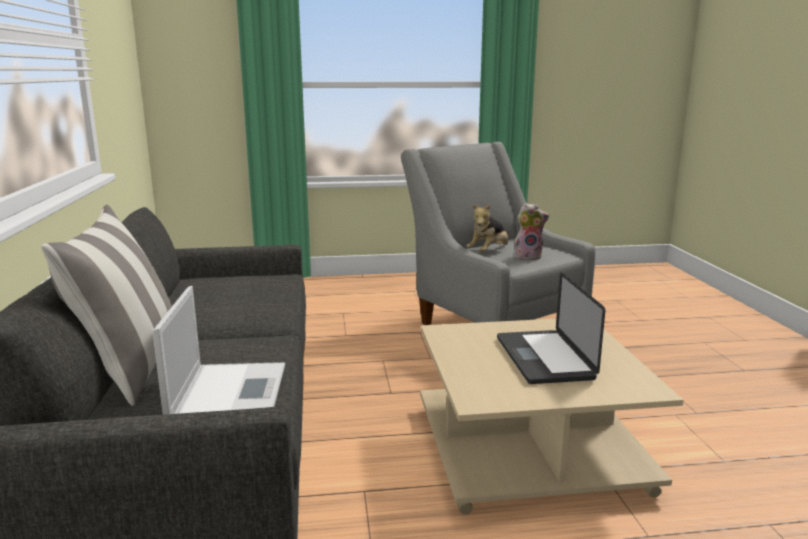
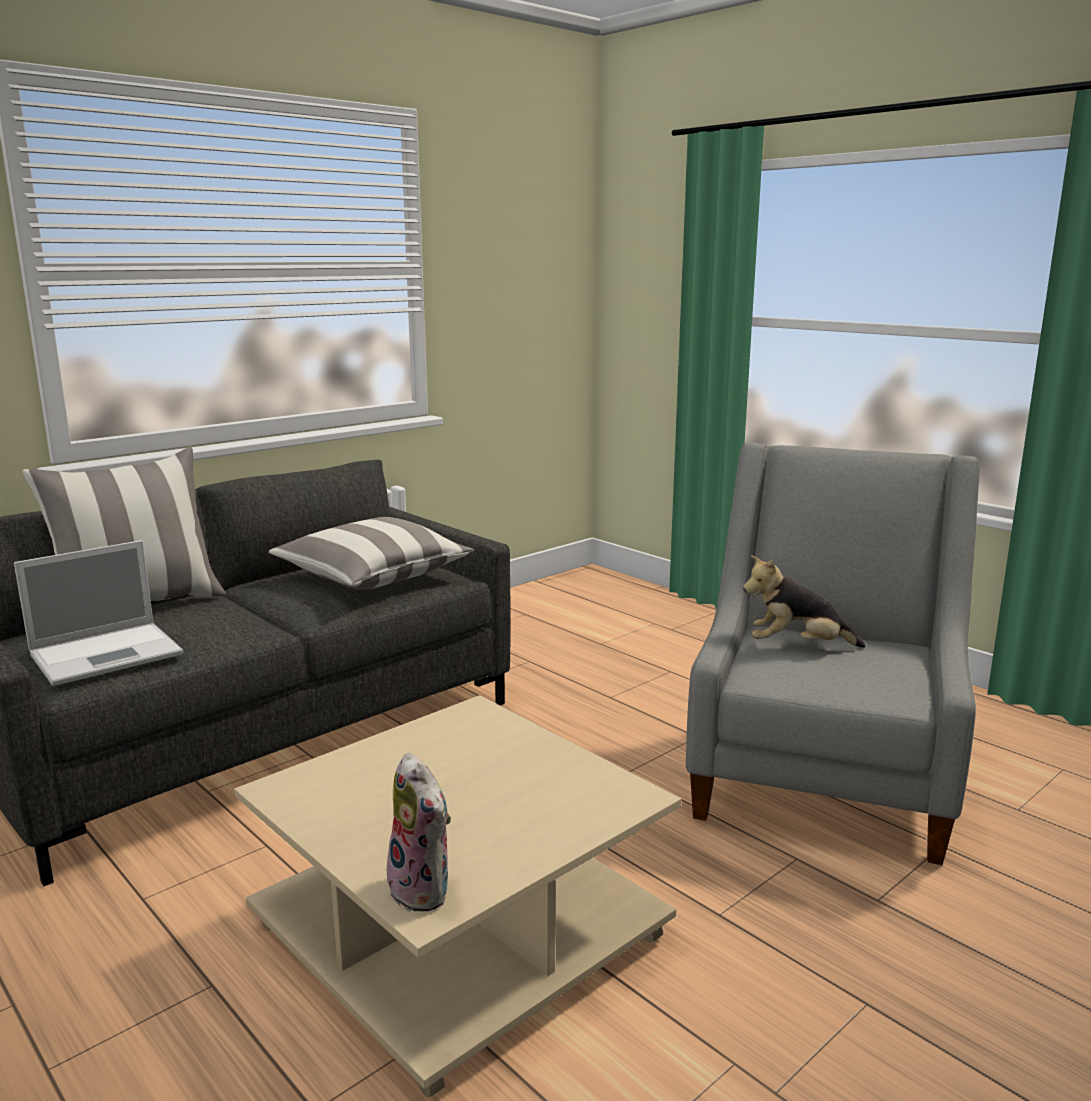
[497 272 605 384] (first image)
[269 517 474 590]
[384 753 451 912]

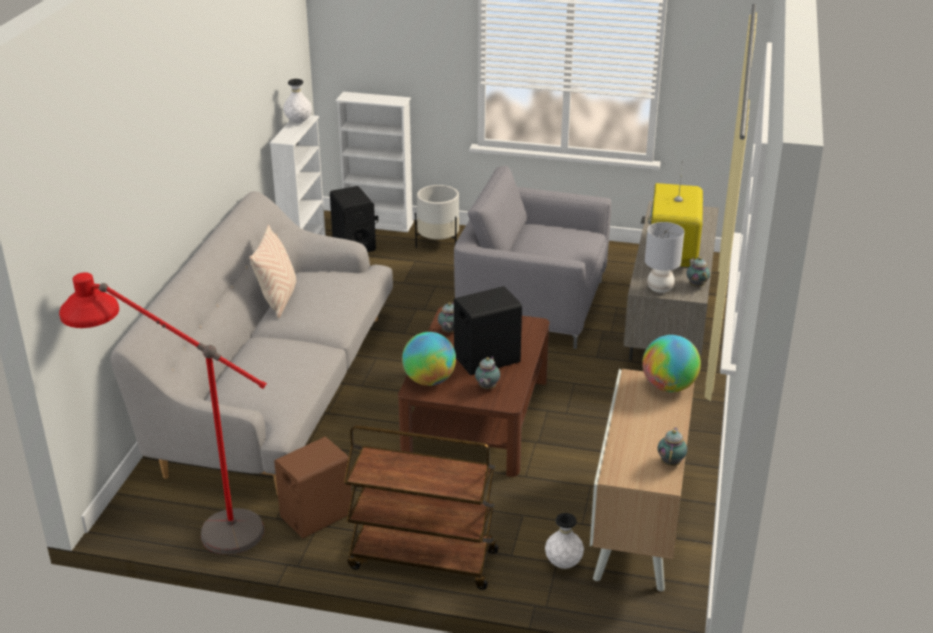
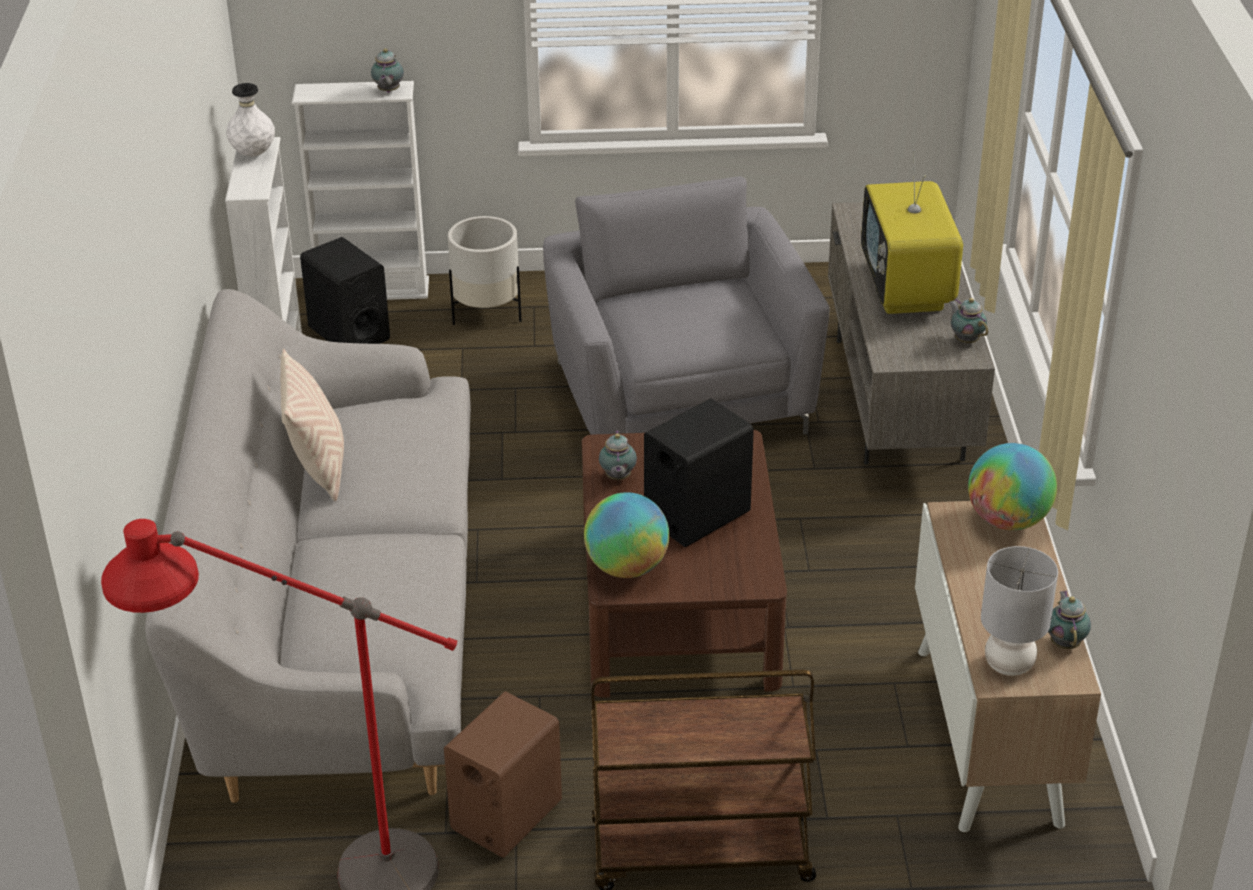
[545 513 584 569] (first image)
[371 48 404 93]
[981 546 1058 676]
[543 176 830 435]

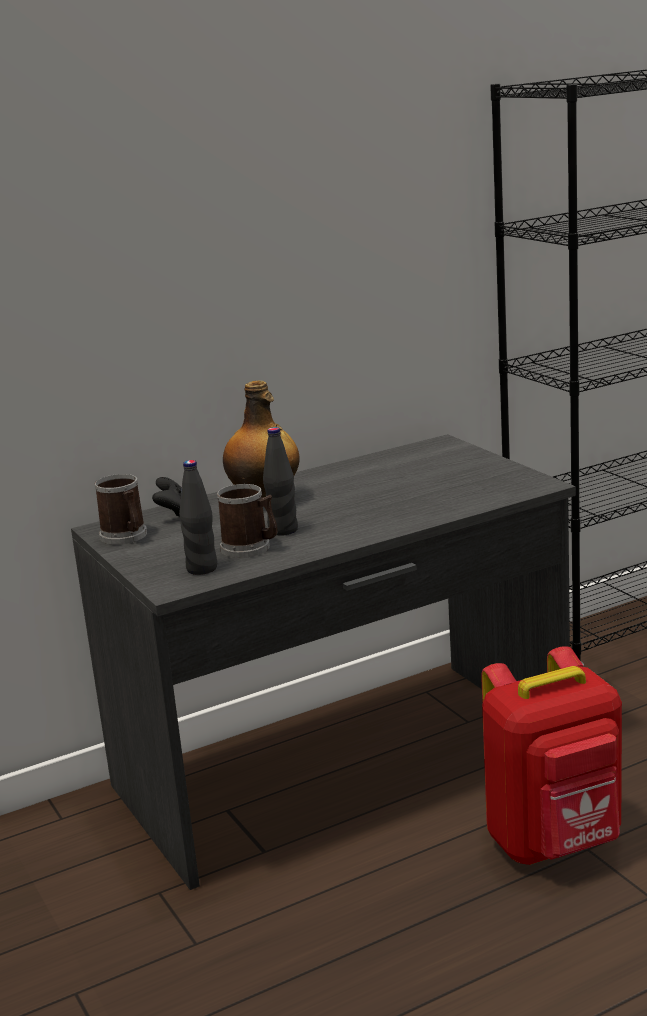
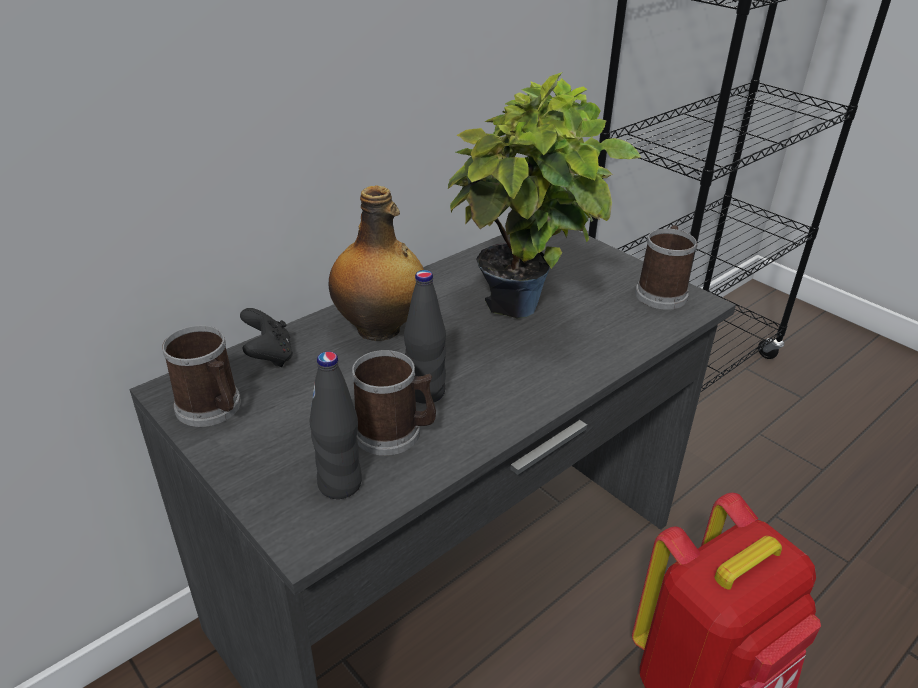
[448 72 641 319]
[635 225 698 310]

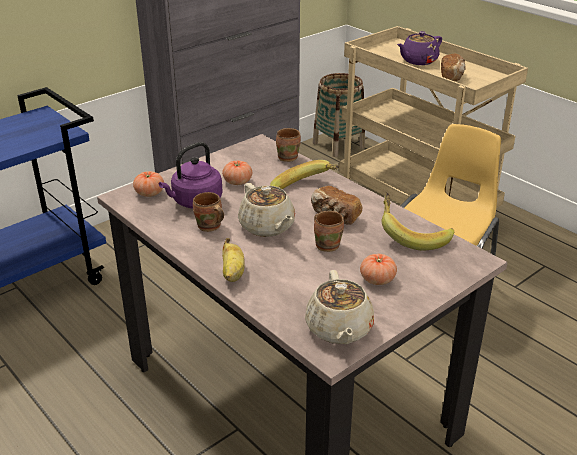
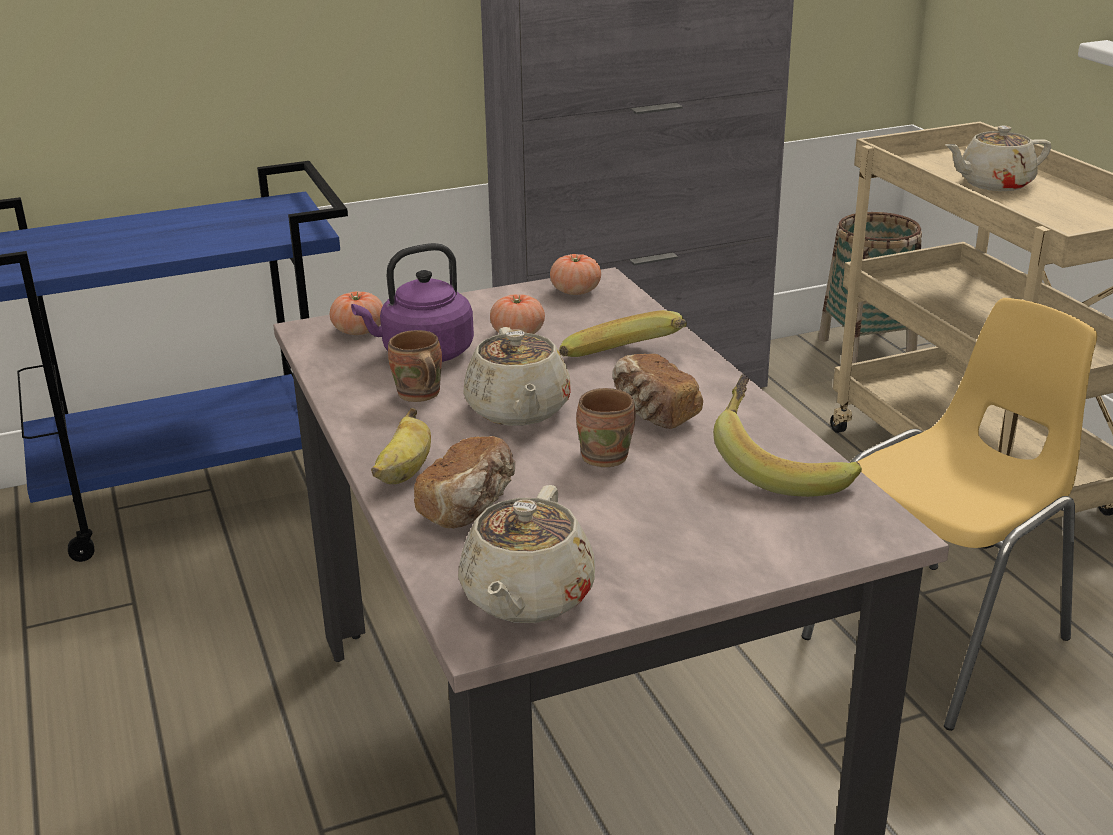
[276 128 301 162] (first image)
[550 254 601 295]
[414 436 516 528]
[945 126 1051 191]

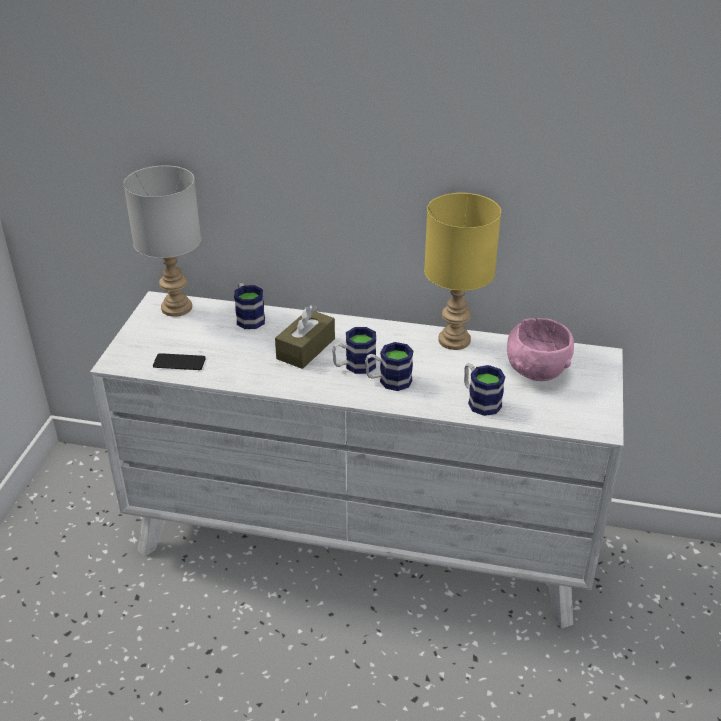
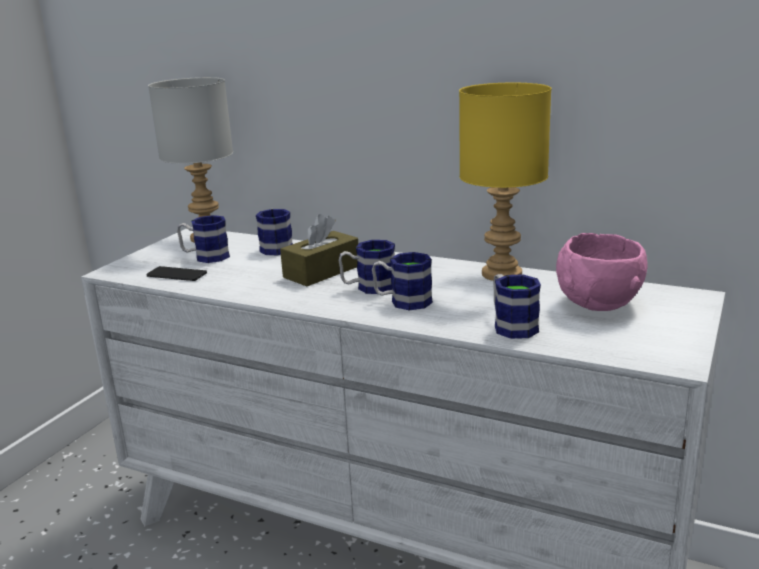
[177 215 230 263]

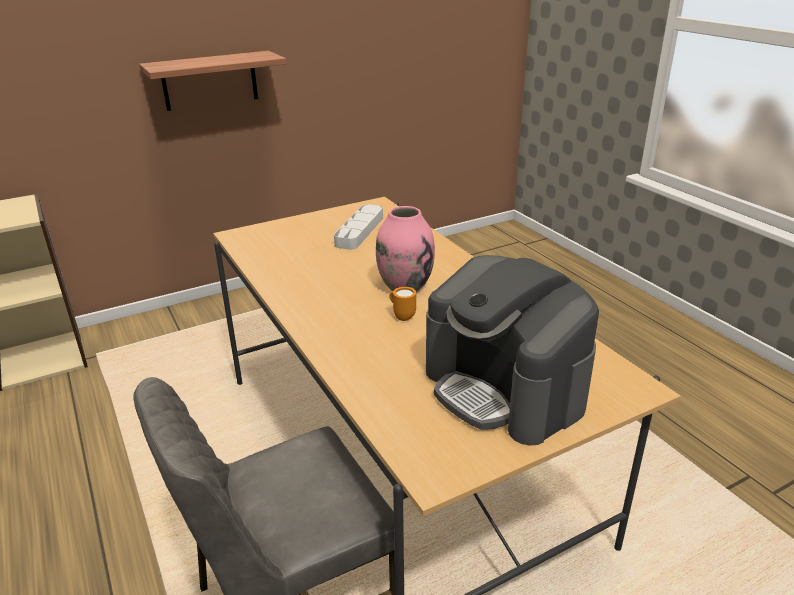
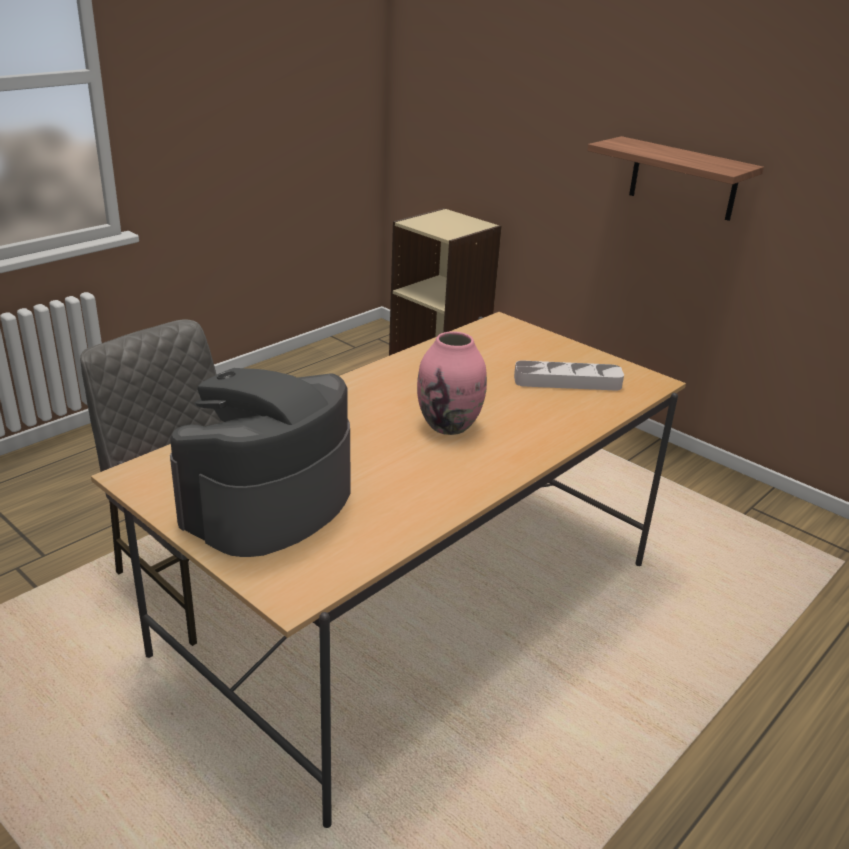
[389 287 416 321] (first image)

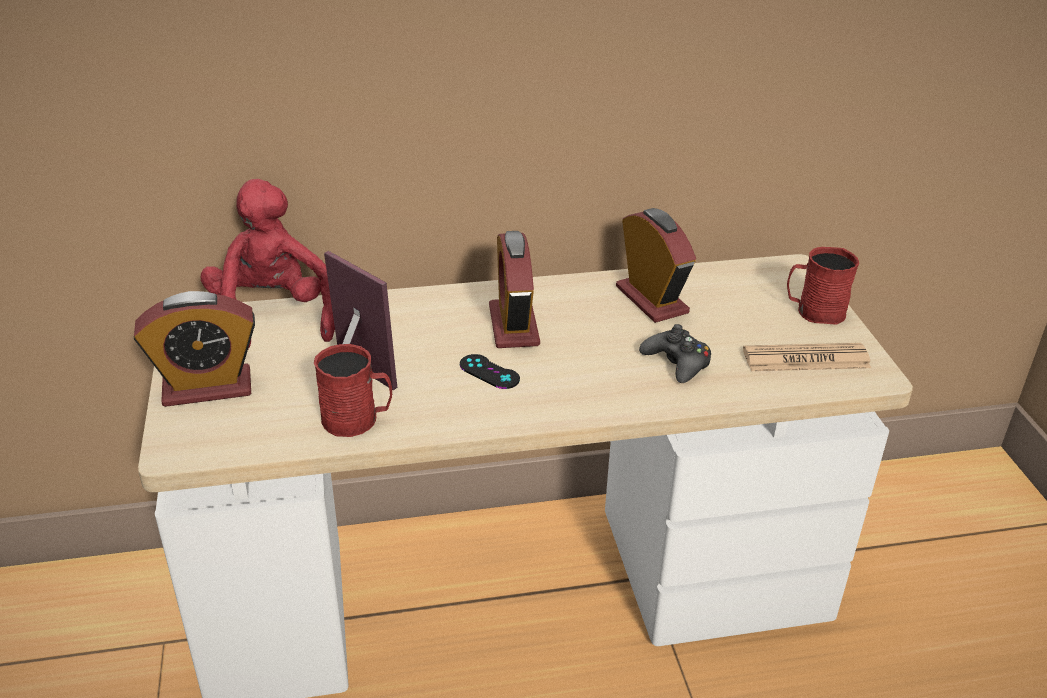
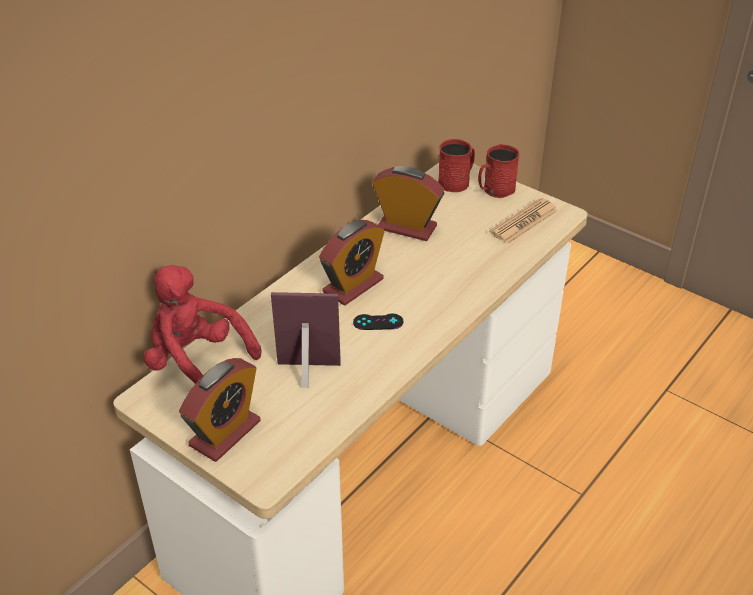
[639 324 711 383] (first image)
[438 139 475 192]
[319 220 385 306]

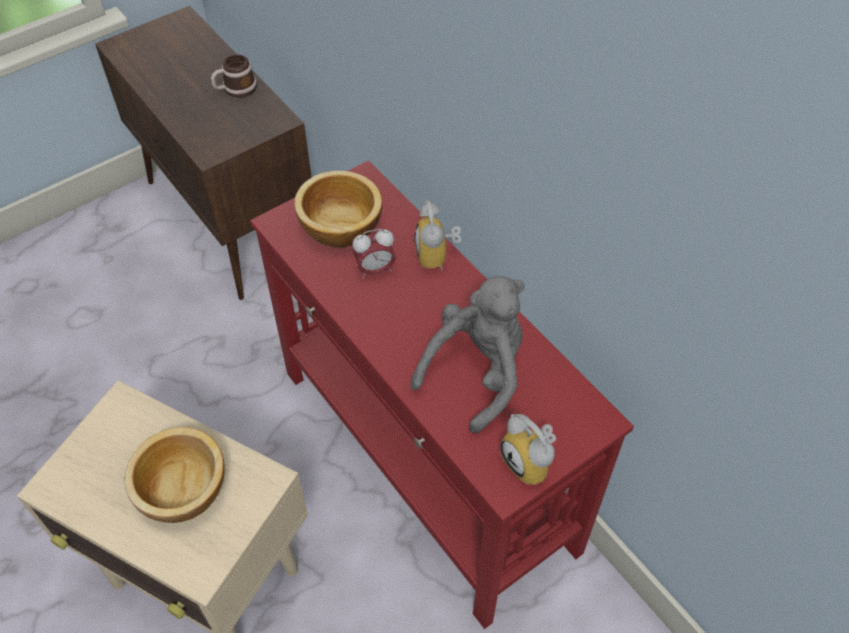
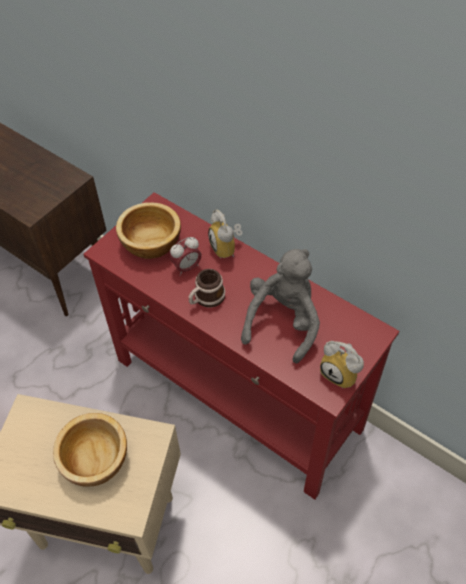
[189 269 225 308]

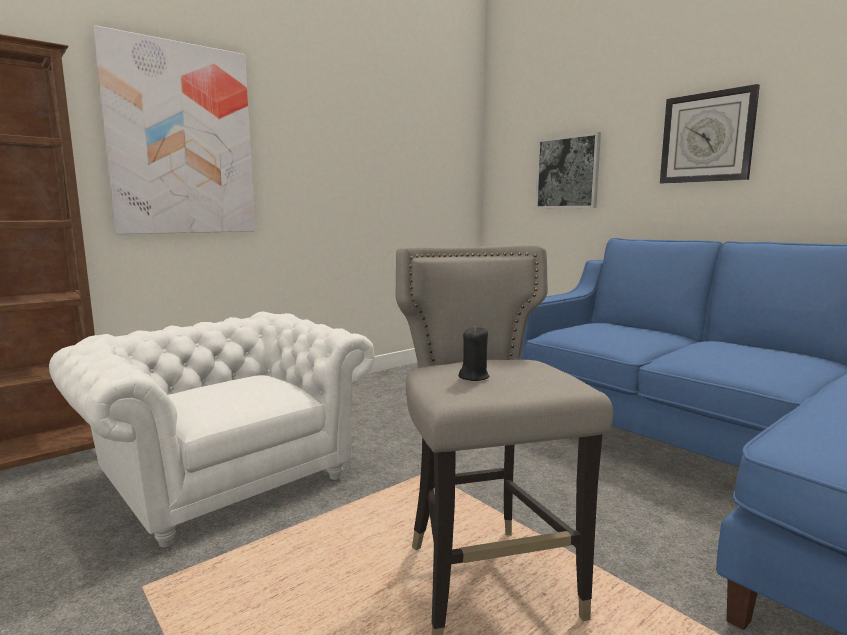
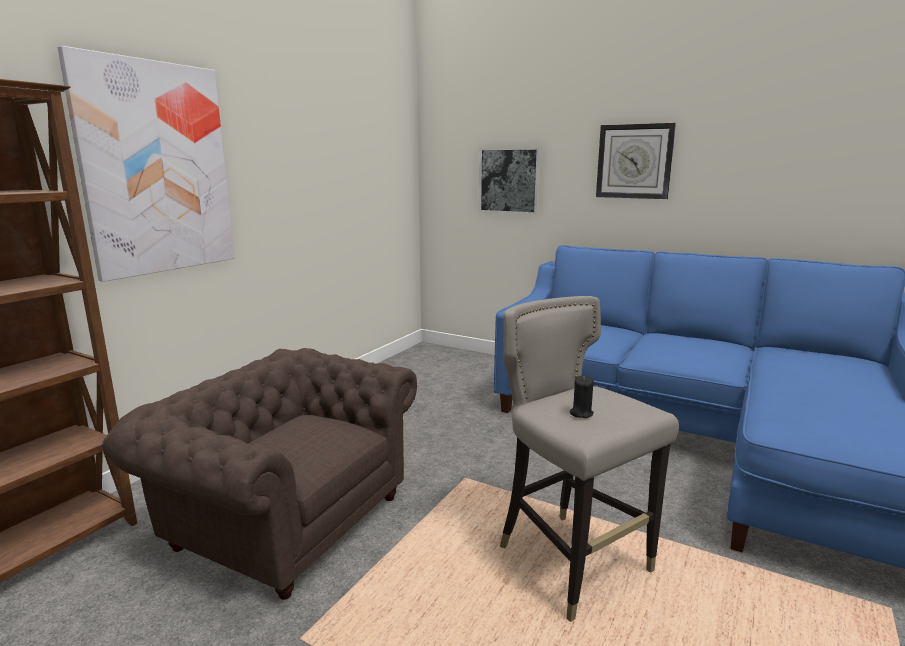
[102 348 417 600]

